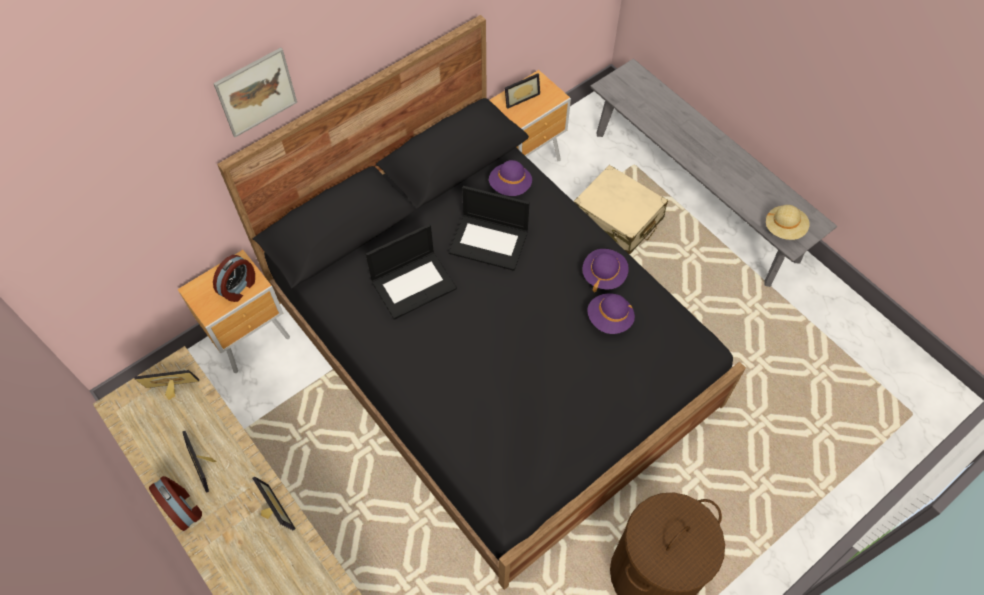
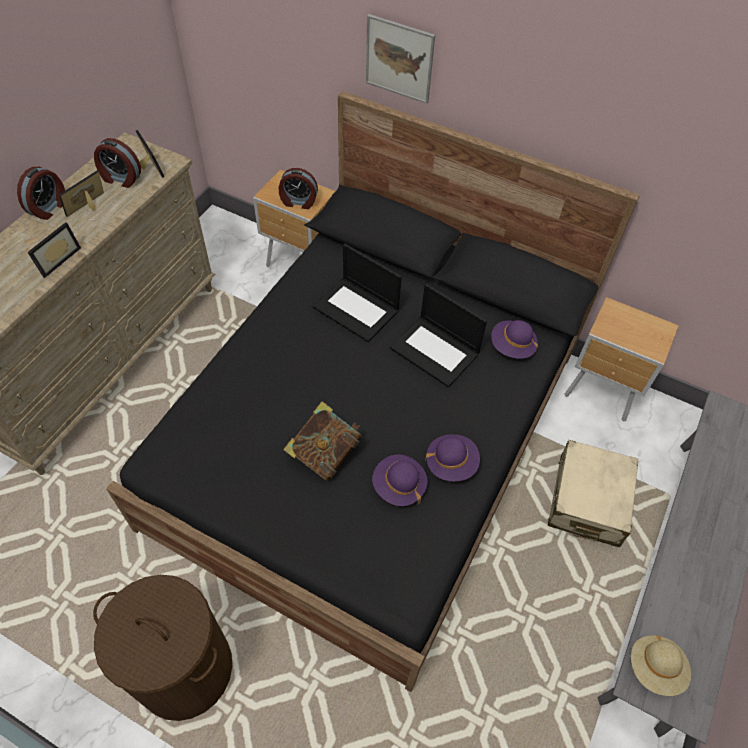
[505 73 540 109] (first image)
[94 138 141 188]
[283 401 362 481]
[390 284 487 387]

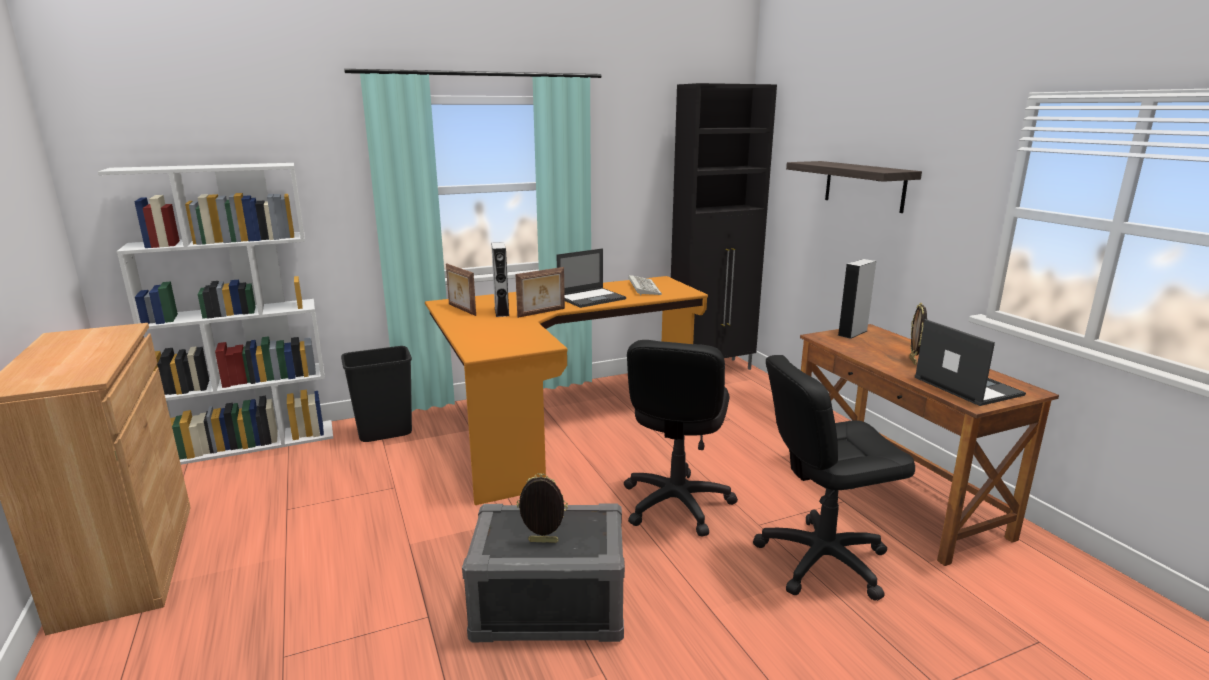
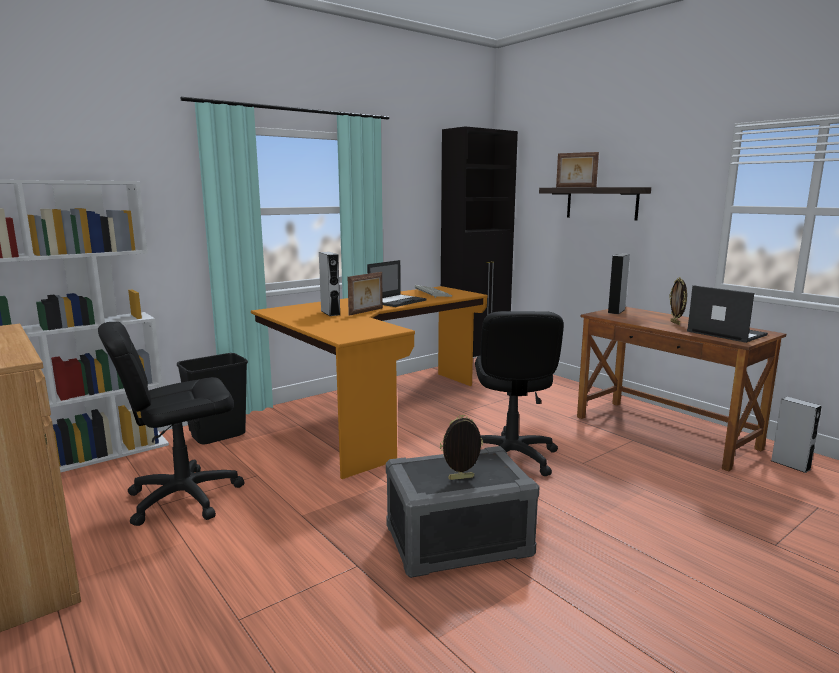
[771 397 822 473]
[556 152 599 187]
[98 322 244 526]

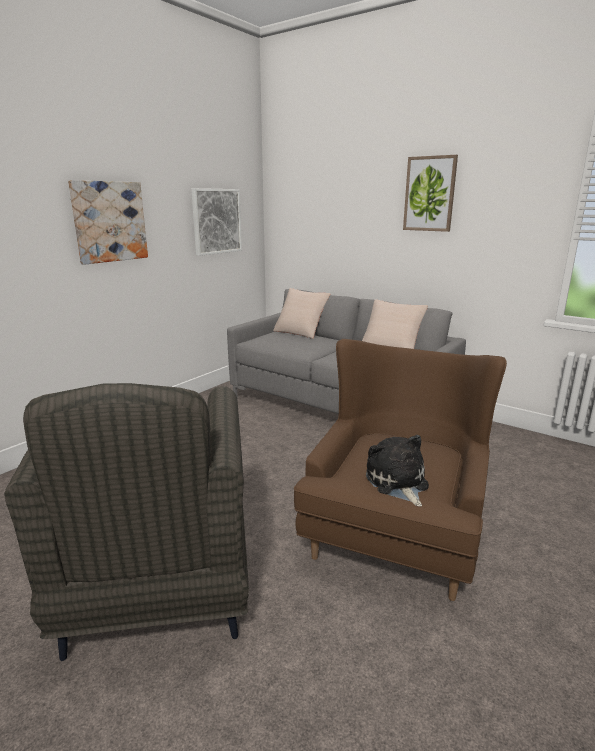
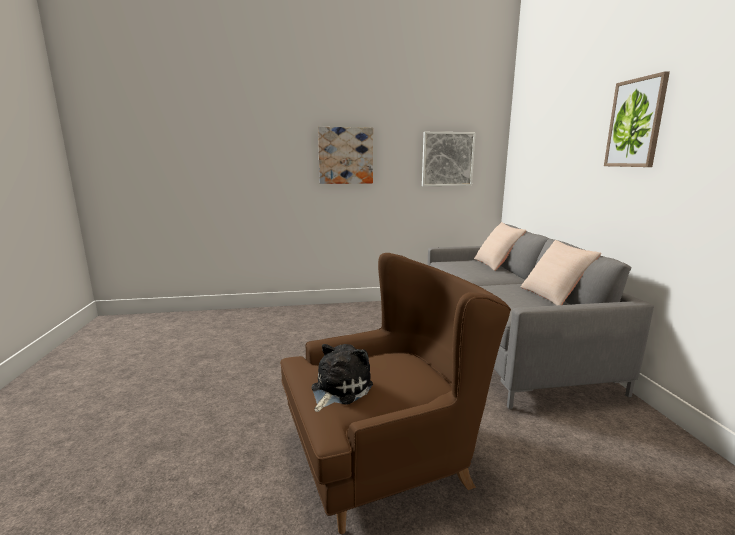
[4 383 249 661] (first image)

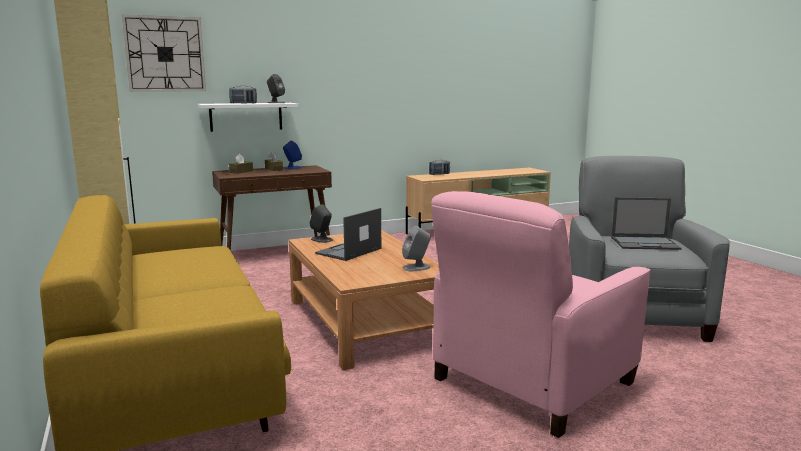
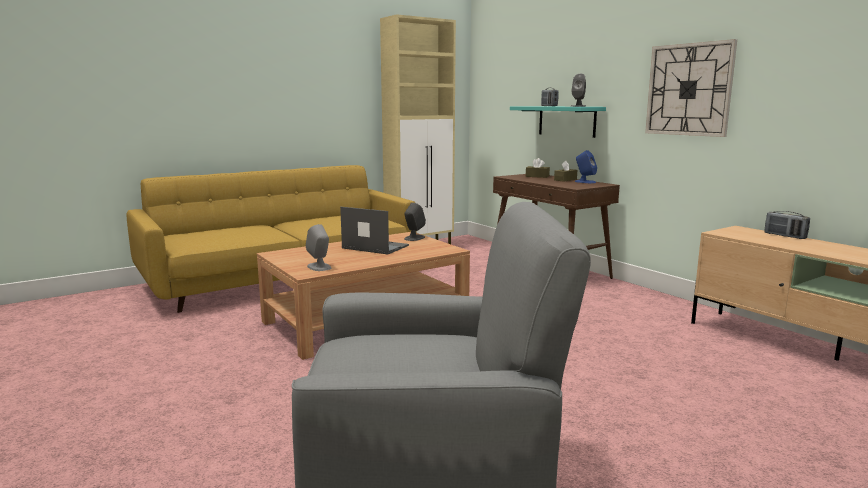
[431 191 650 438] (first image)
[611 197 682 250] (first image)
[645 39 737 137]
[510 106 606 138]

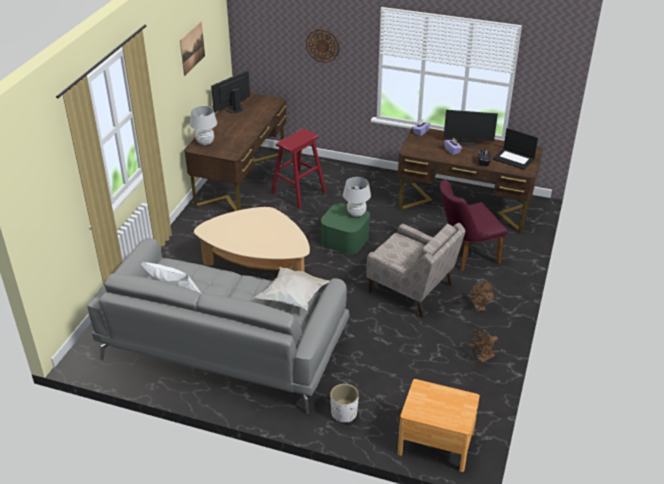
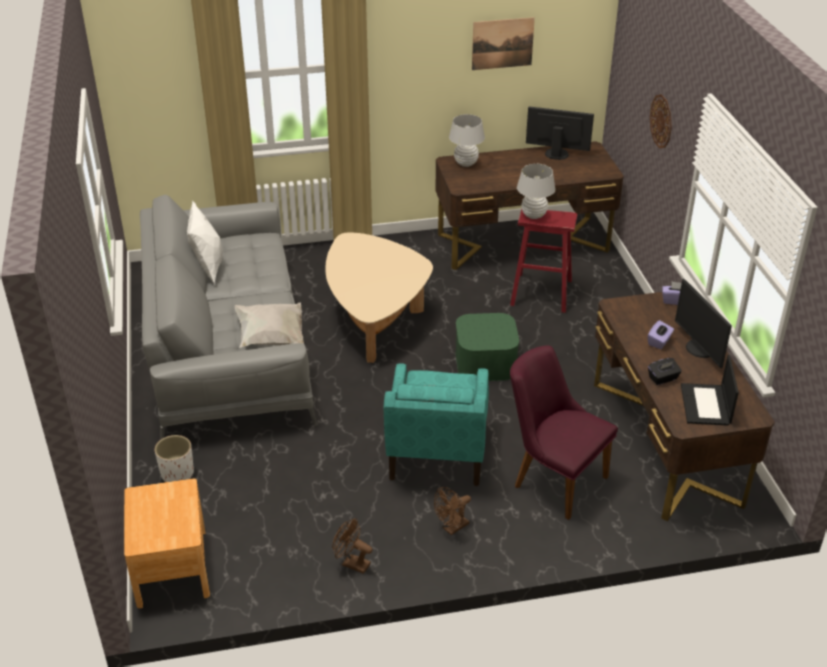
[517 164 555 219]
[383 363 489 486]

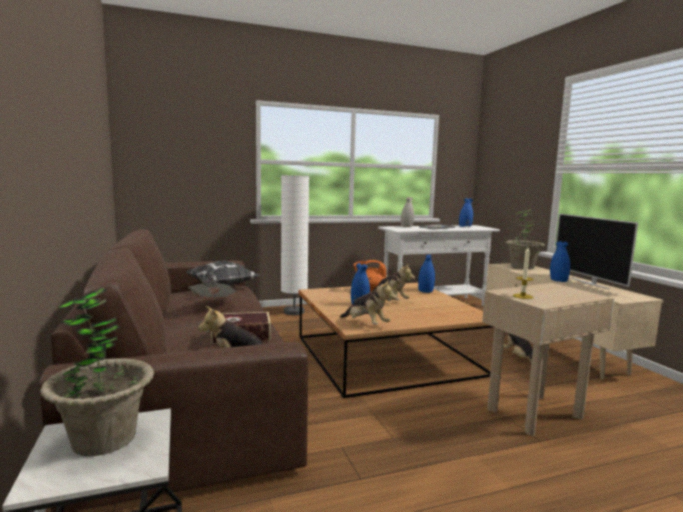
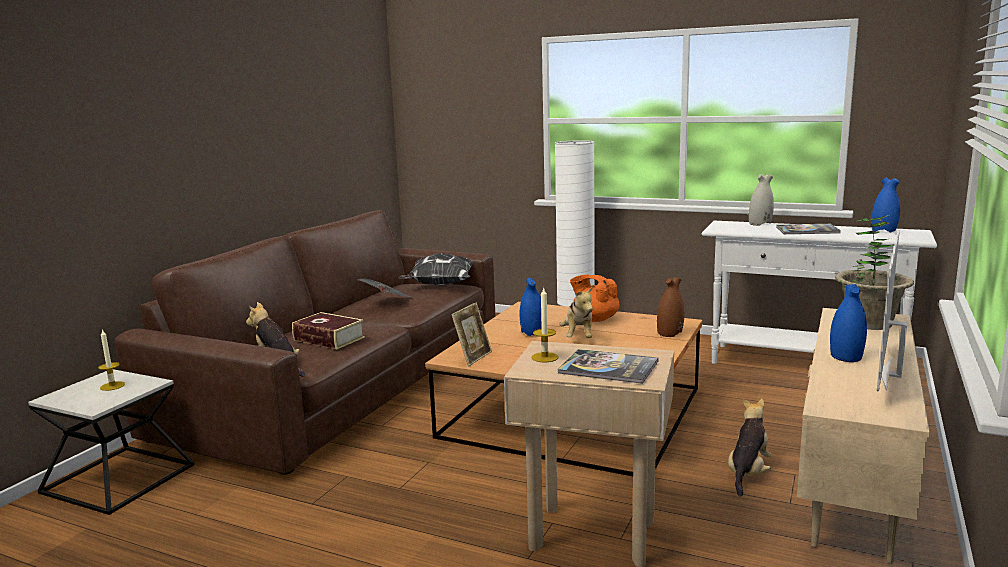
[558 349 658 384]
[98 329 125 391]
[451 302 492 366]
[657 277 684 337]

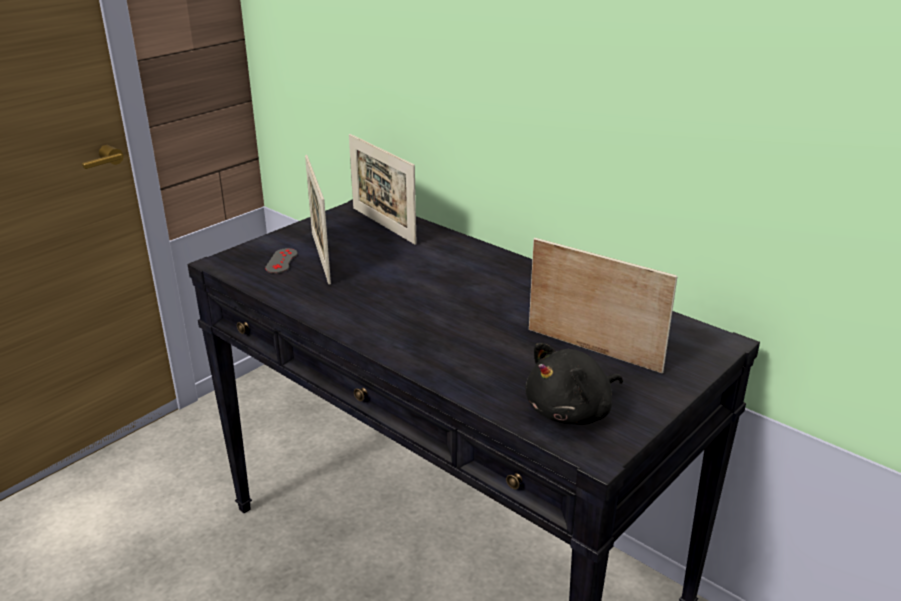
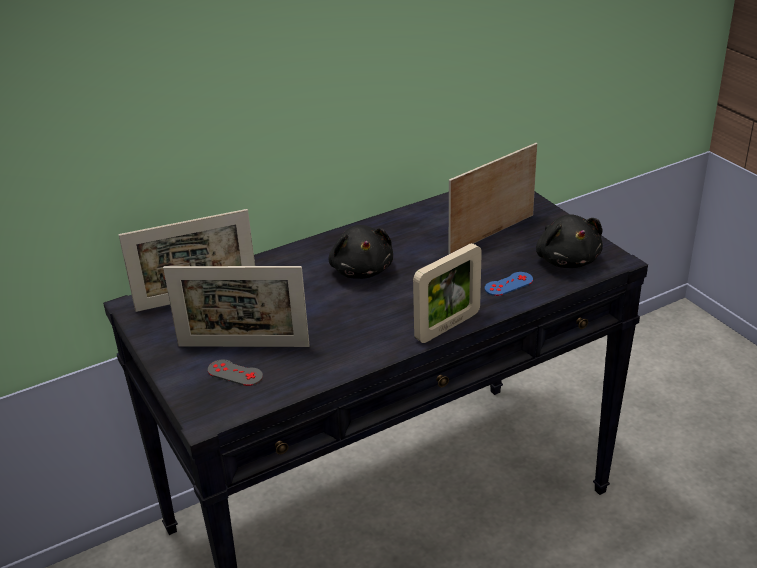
[329 225 393 279]
[413 243 482 343]
[485 272 533 296]

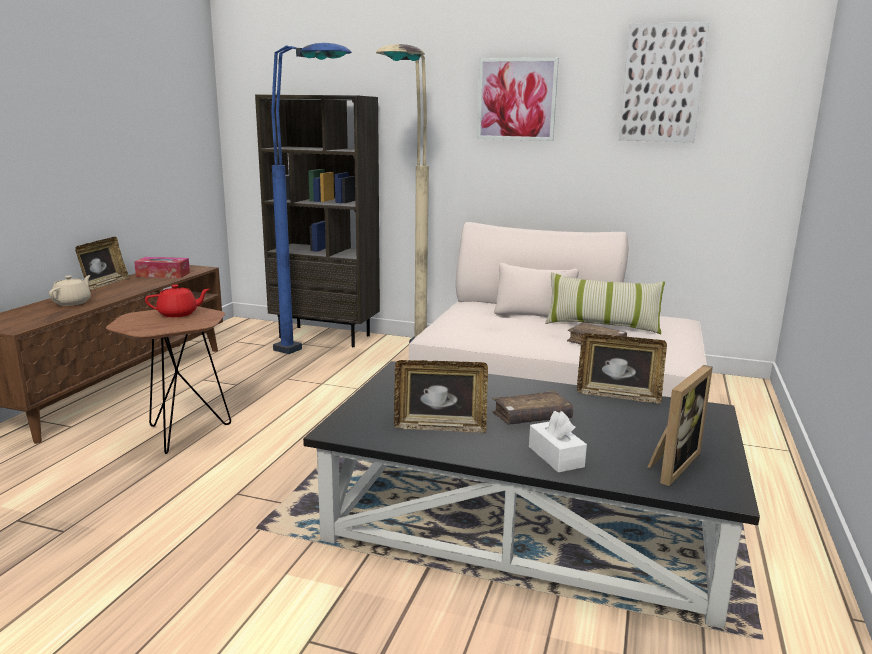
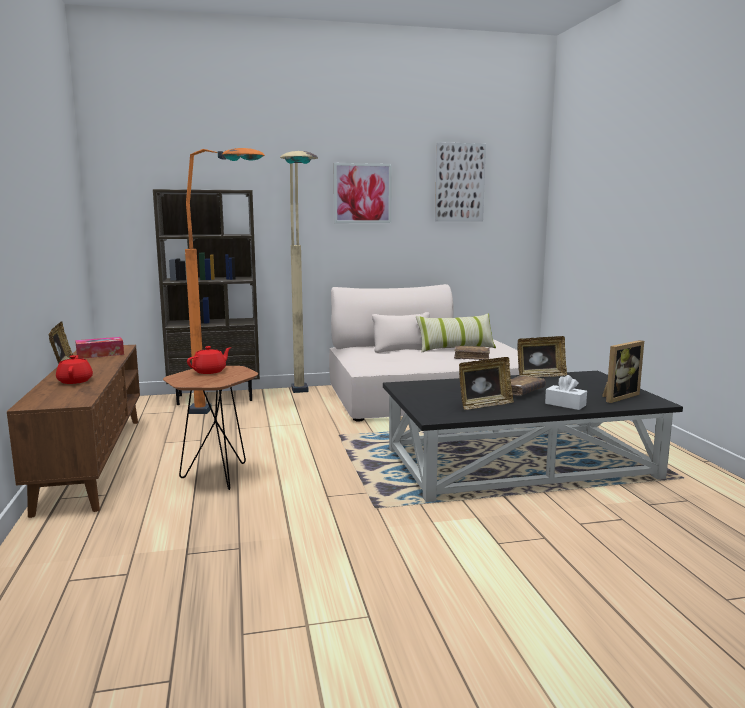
[56 355 93 384]
[185 148 265 414]
[602 340 644 403]

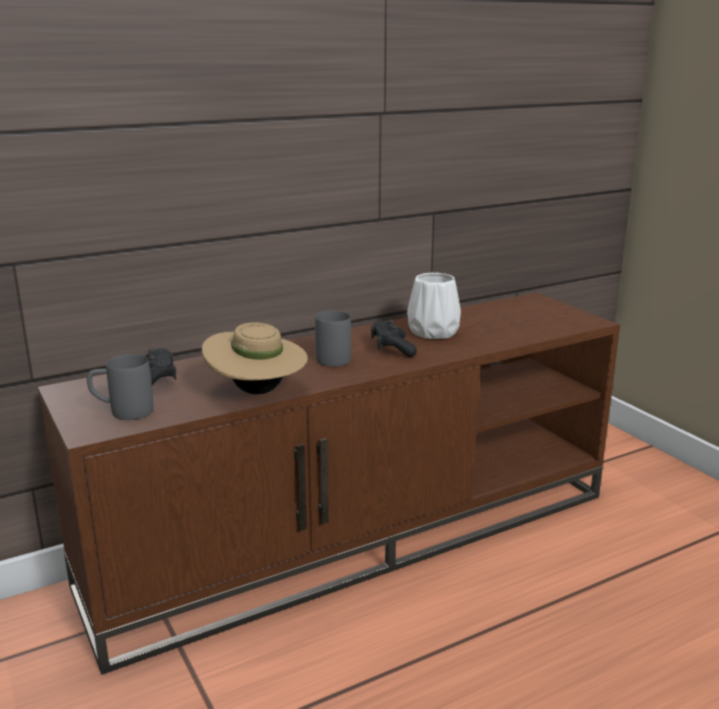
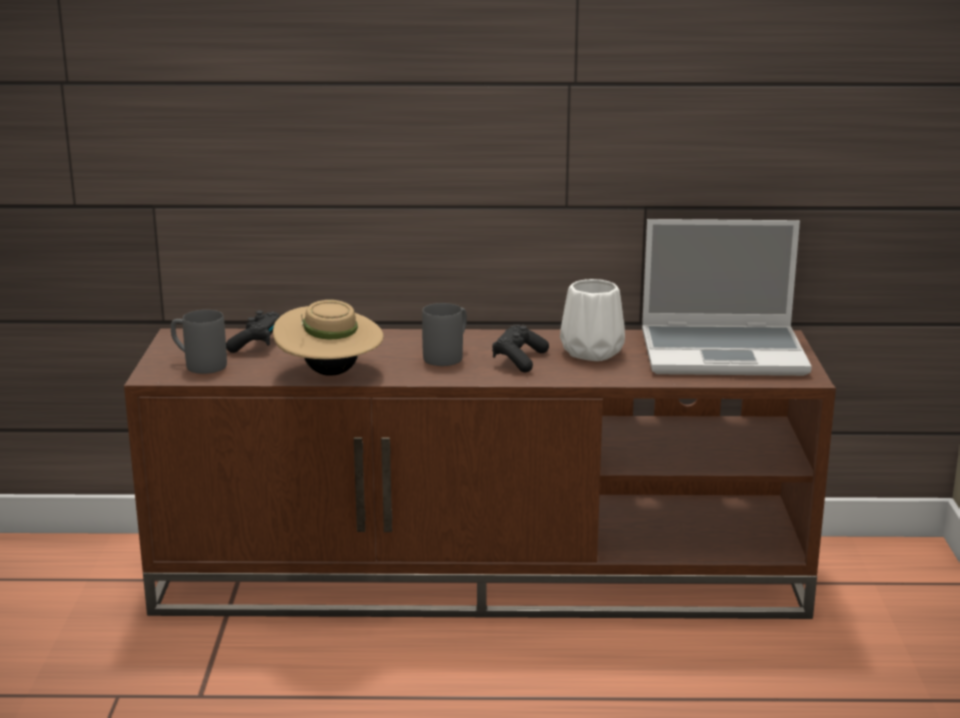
[642 219 812 376]

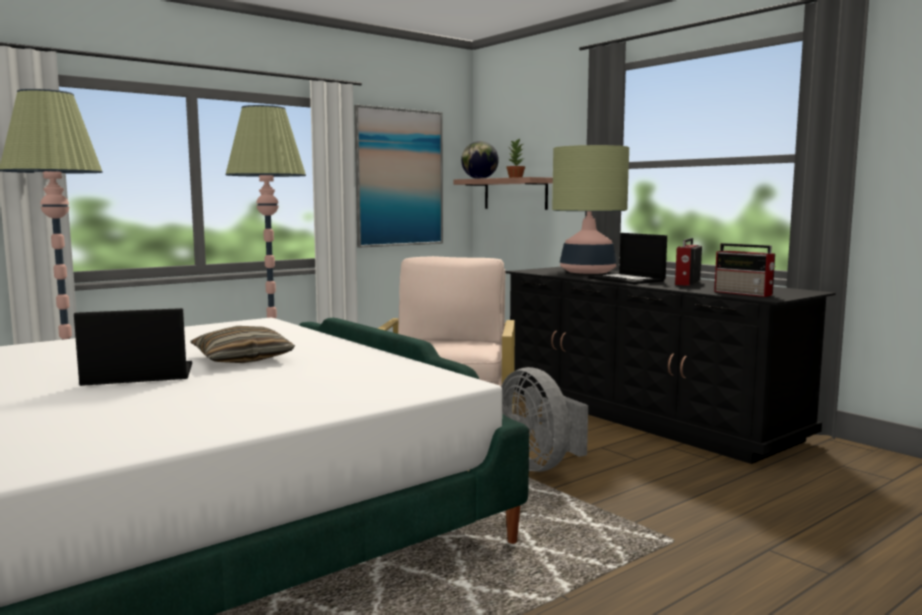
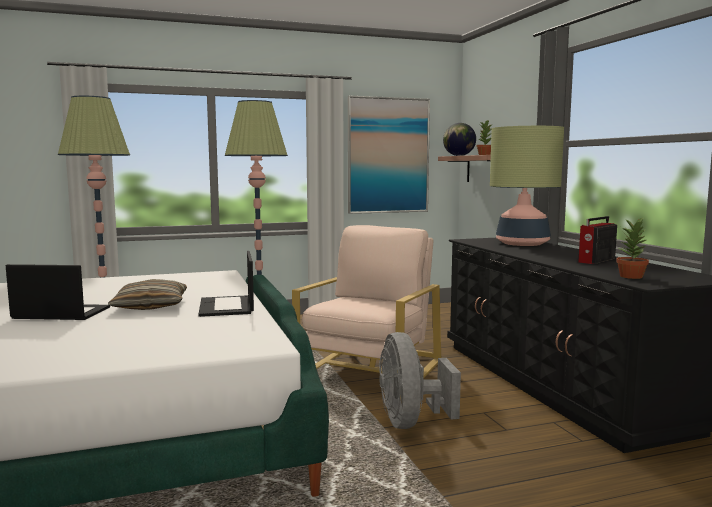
[199 251 254 317]
[616 216 649 279]

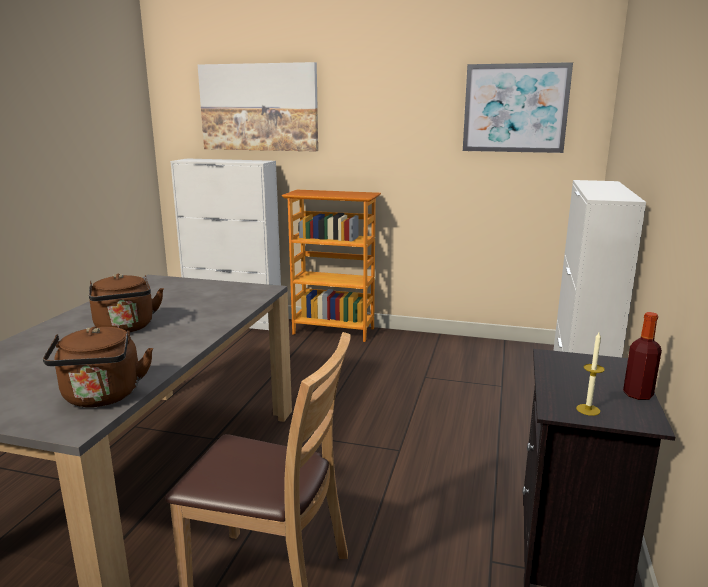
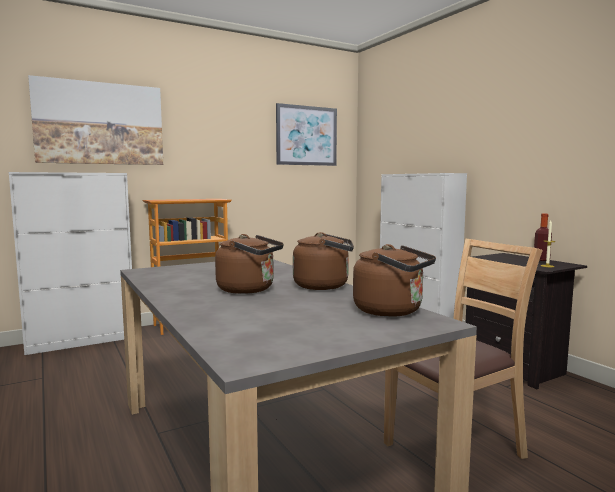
[293 232 354 290]

